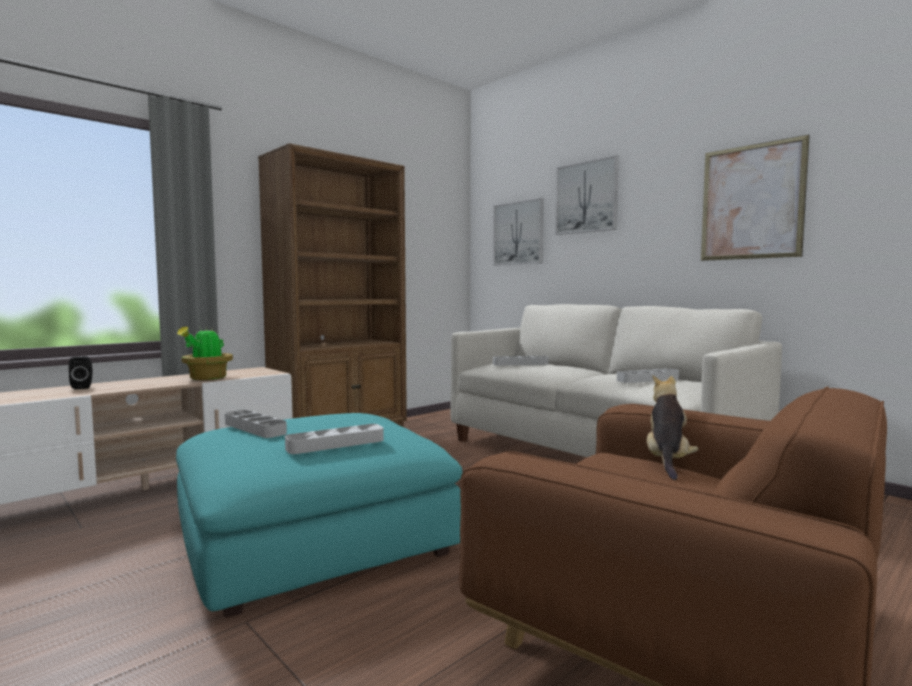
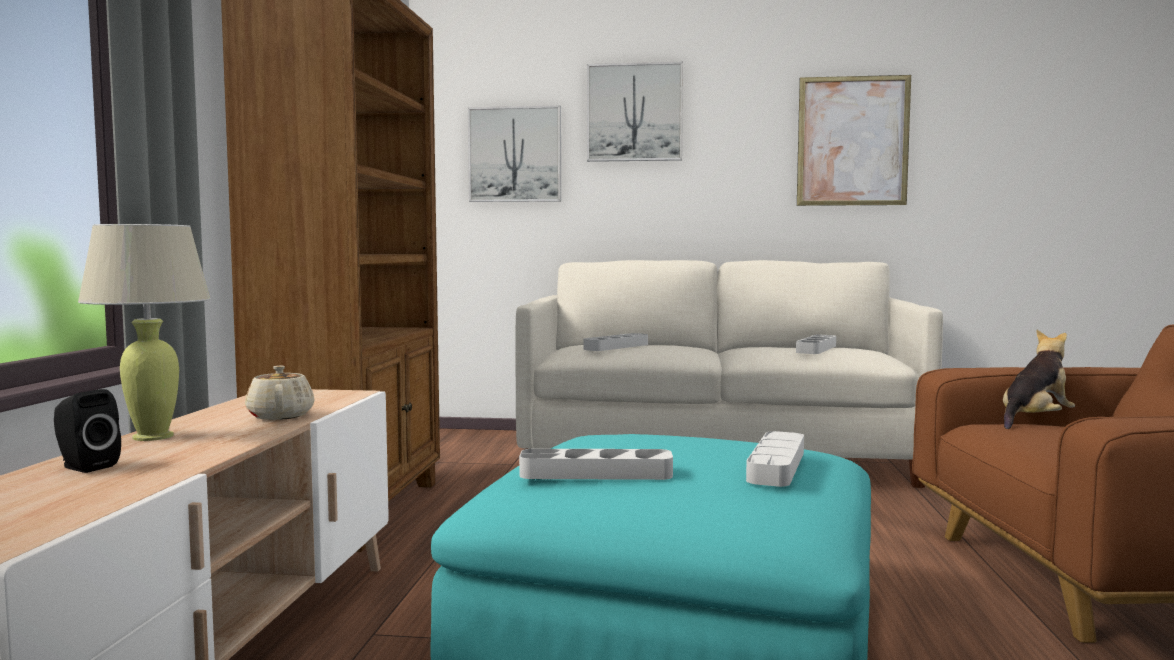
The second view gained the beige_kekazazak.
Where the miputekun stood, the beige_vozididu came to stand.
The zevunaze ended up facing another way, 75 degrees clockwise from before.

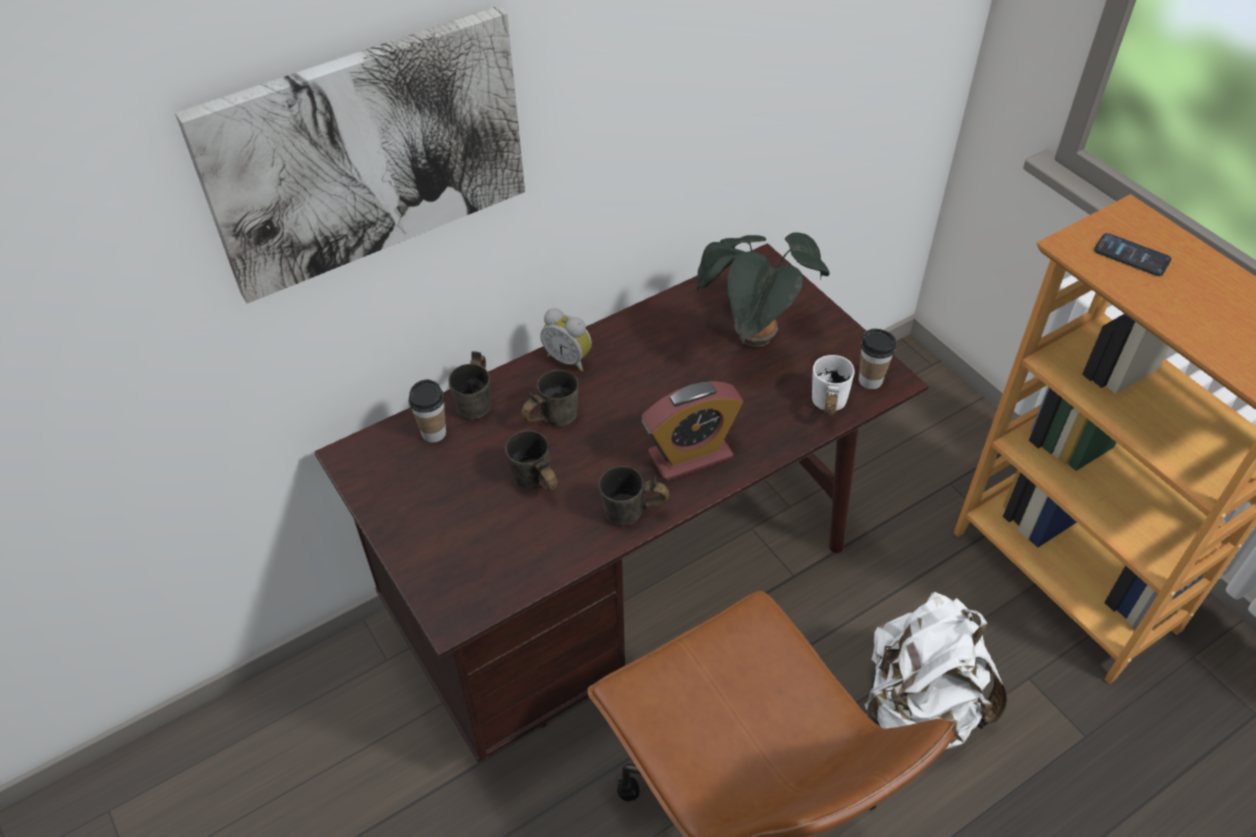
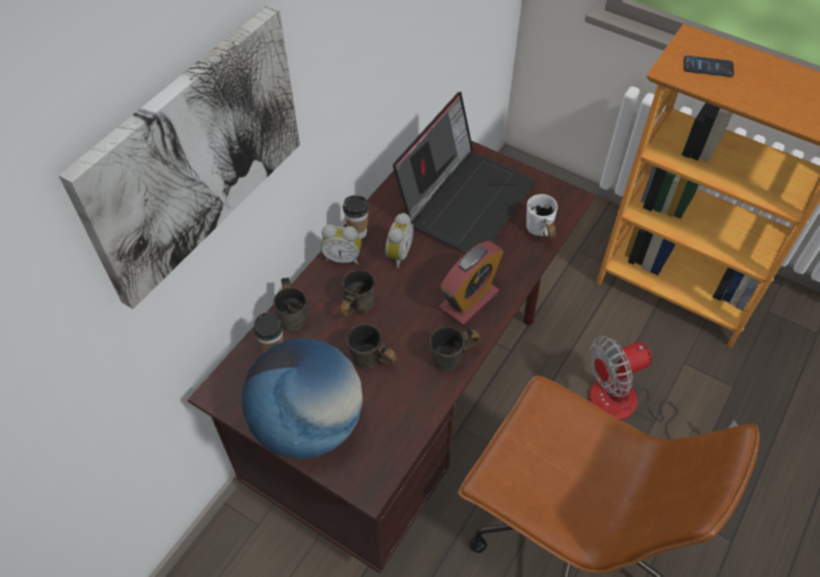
The second view gained the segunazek.
The second view gained the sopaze (2nd from left).
The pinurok (2nd from left) ended up elsewhere.
Where the miputekun stood, the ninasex came to stand.
Where the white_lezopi stood, the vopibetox came to stand.

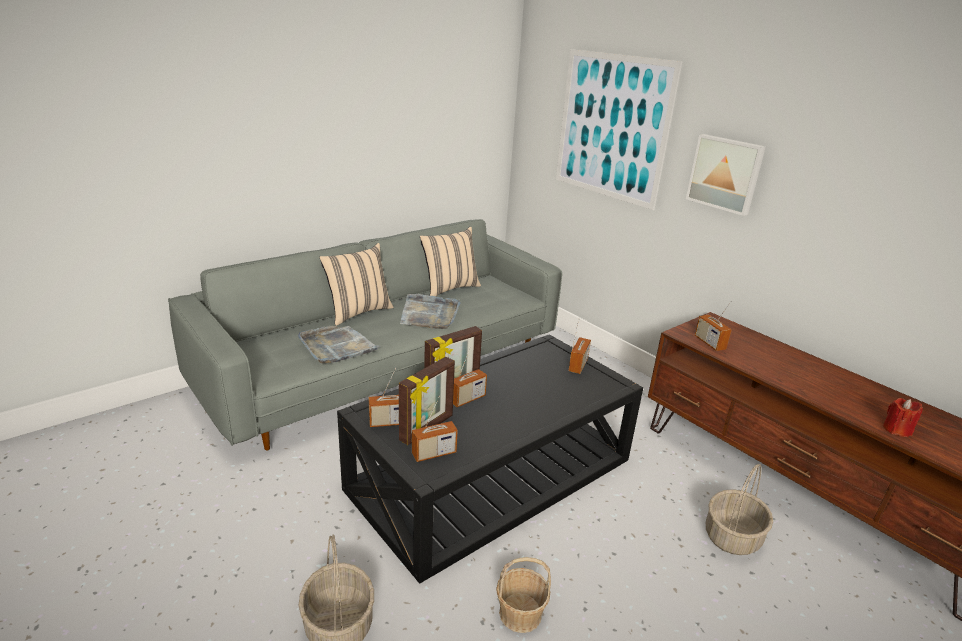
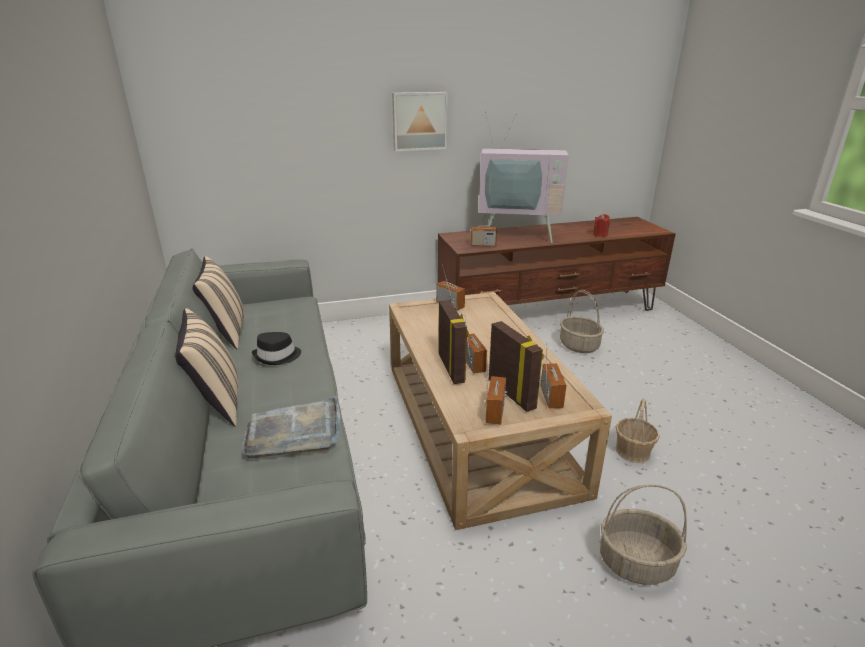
The second view lost the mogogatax (1st from left).
The second view gained the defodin.
Where the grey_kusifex (2nd from left) stood, the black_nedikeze came to stand.
What was the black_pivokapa turned into the beige_pivokapa.

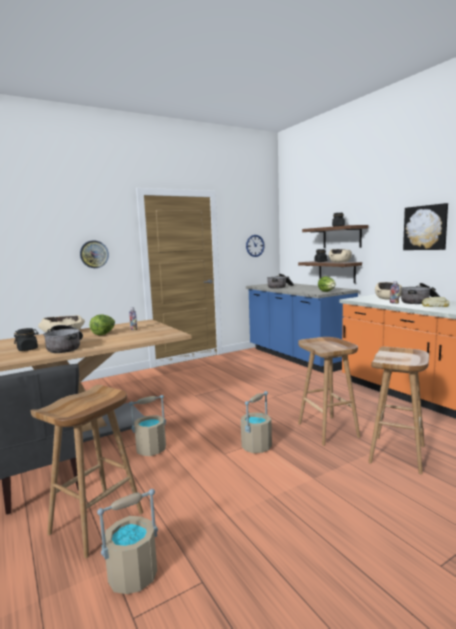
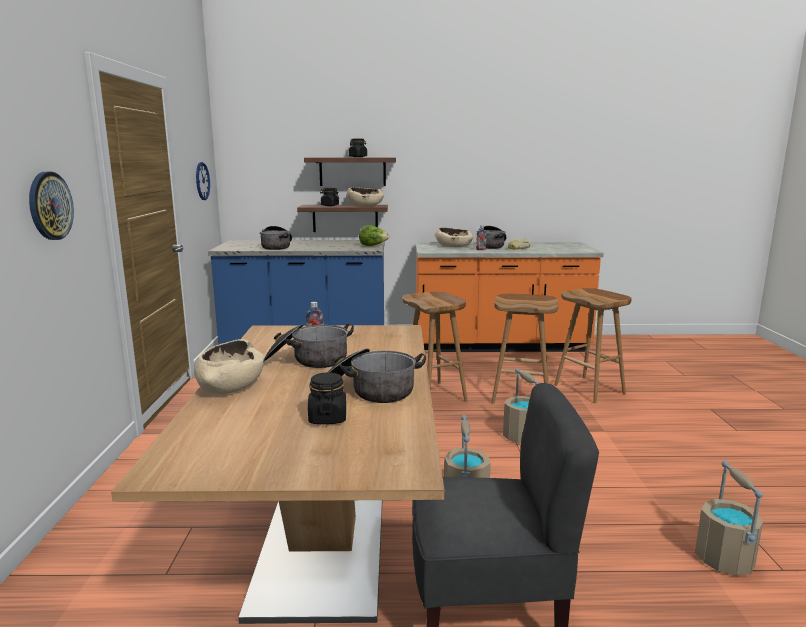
The second view lost the mogogatax.
The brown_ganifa (1st from left) ended up elsewhere.
Where the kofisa (1st from left) stood, the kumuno (2nd from left) came to stand.

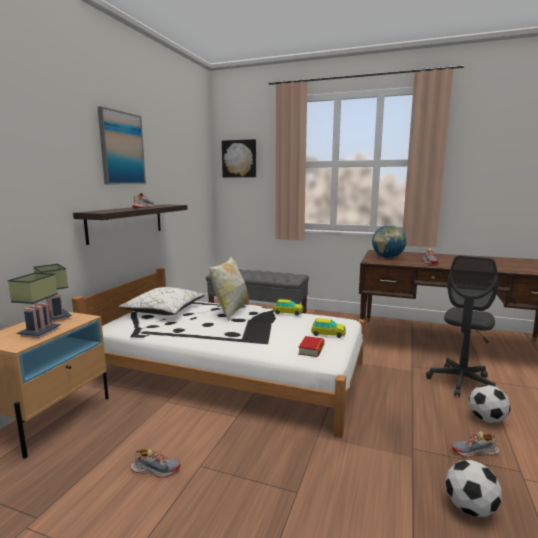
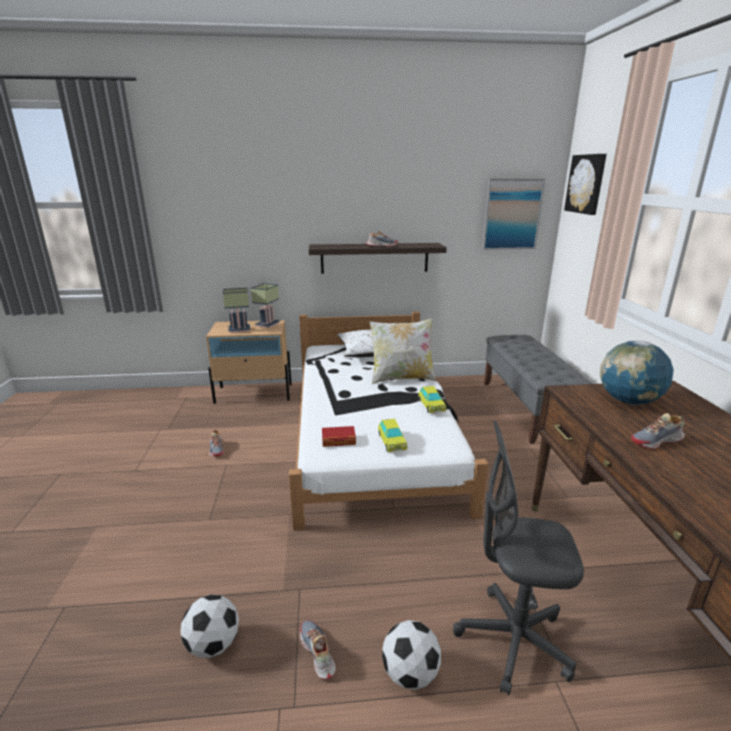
The mogogatax (1st from left) ended up elsewhere.

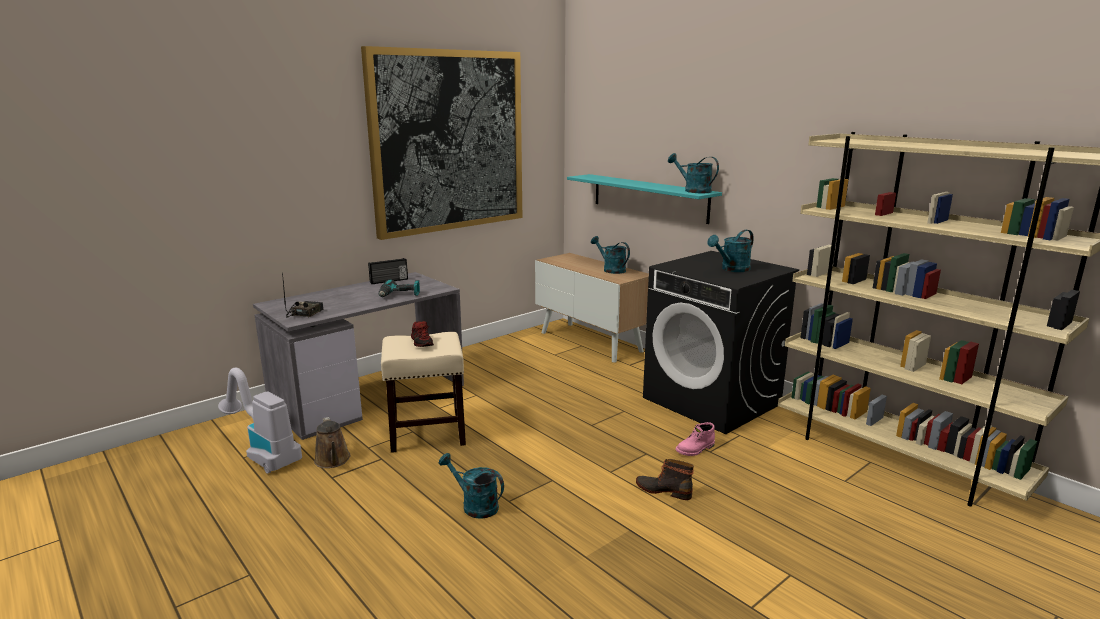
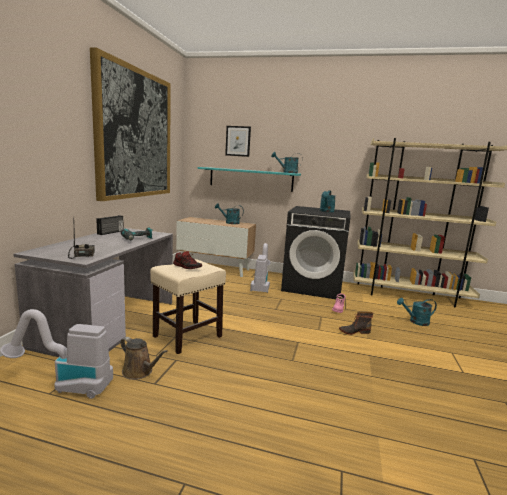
The second view gained the mogogatax (2nd from left).
The second view gained the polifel (2nd from left).
The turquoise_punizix (1st from left in the first image) ended up elsewhere.

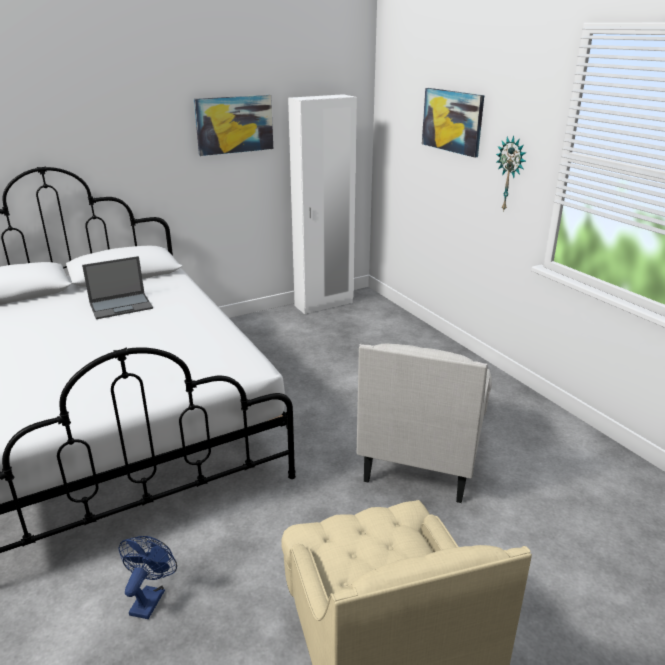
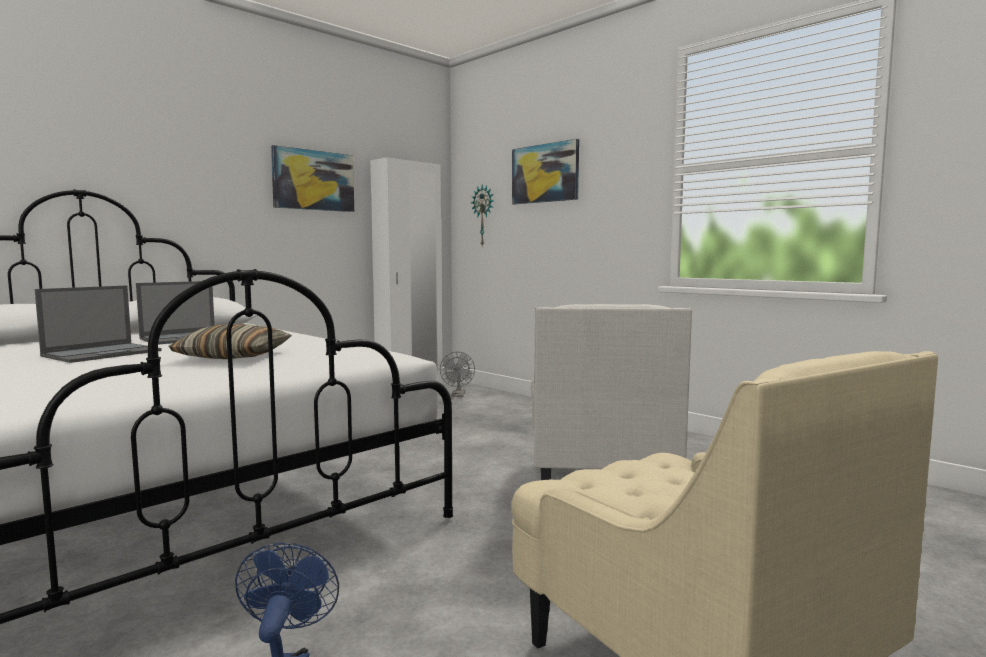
The second view gained the ninasex (1st from left).
The second view gained the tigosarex.
The second view gained the grey_vopibetox.
The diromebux ended up elsewhere.

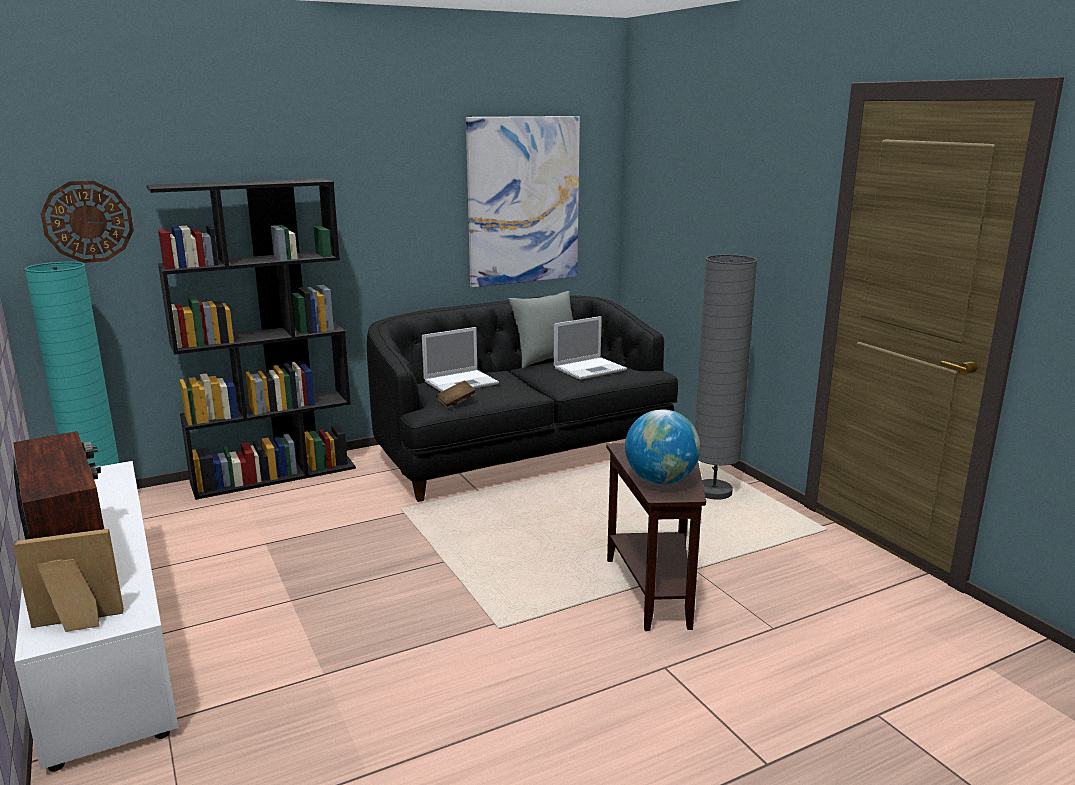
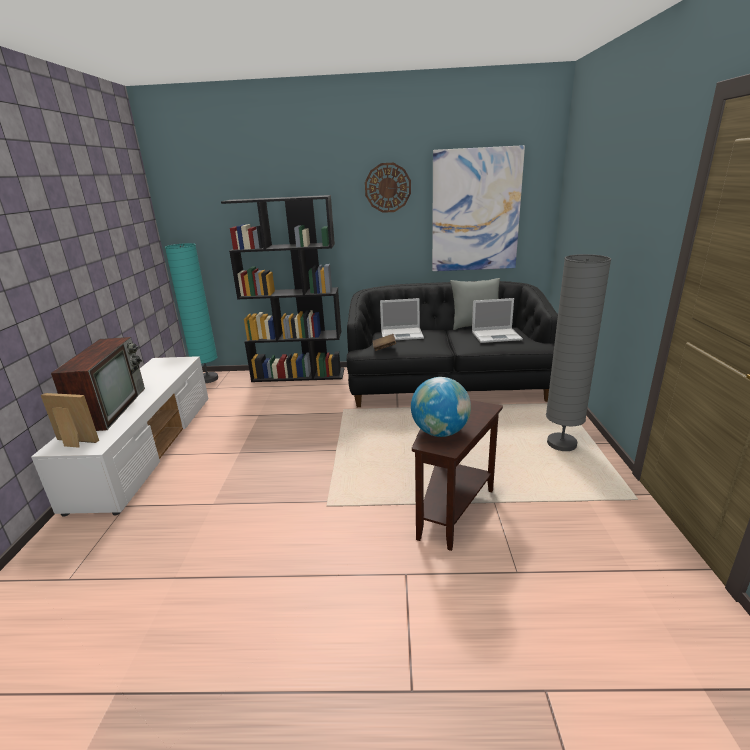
The diromebux ended up elsewhere.

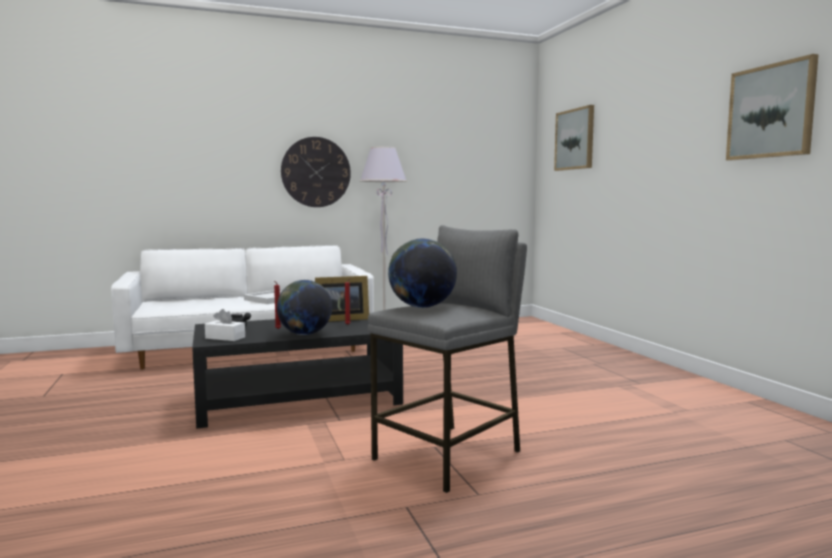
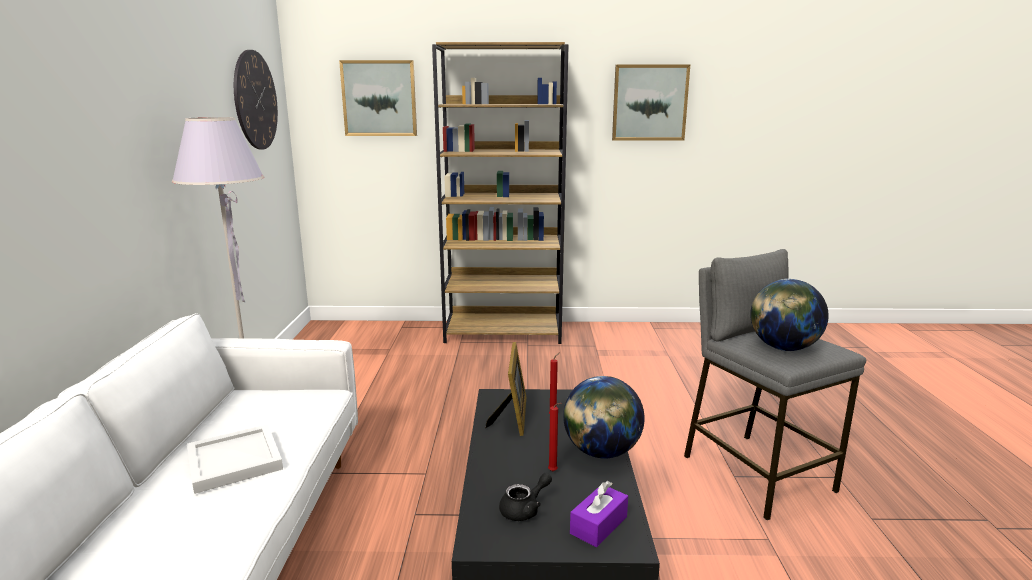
The second view gained the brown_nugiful.
The diromebux ended up elsewhere.
What was the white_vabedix turned into the purple_vabedix.

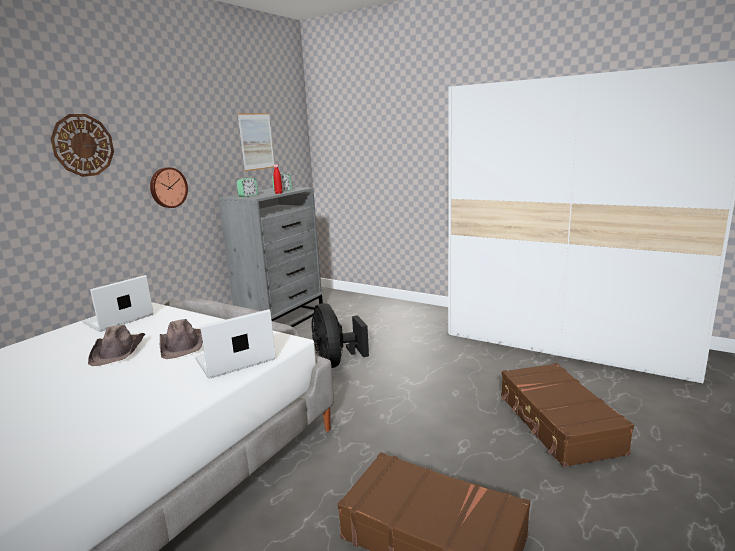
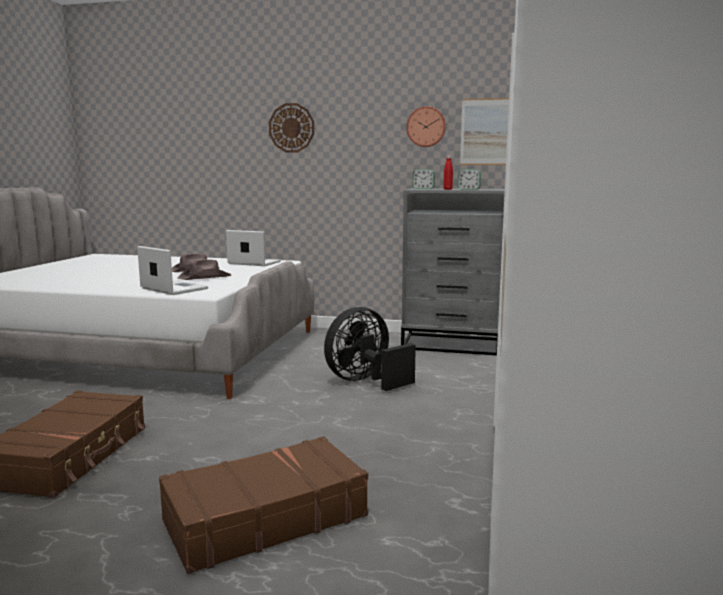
The diromebux (2nd from left) ended up elsewhere.

